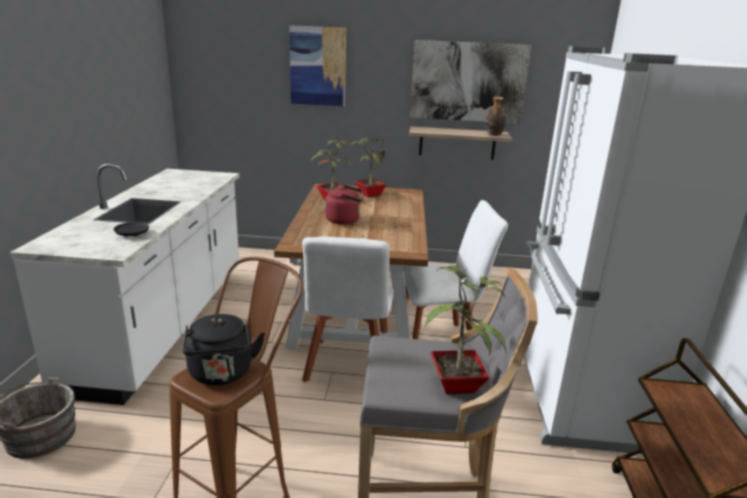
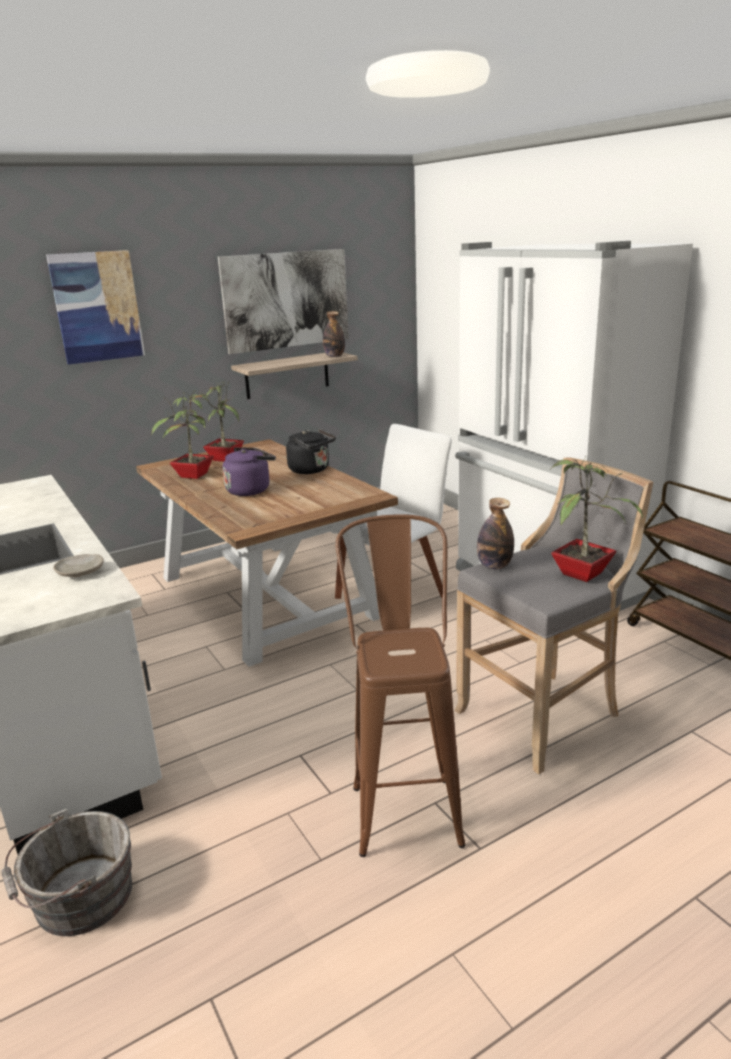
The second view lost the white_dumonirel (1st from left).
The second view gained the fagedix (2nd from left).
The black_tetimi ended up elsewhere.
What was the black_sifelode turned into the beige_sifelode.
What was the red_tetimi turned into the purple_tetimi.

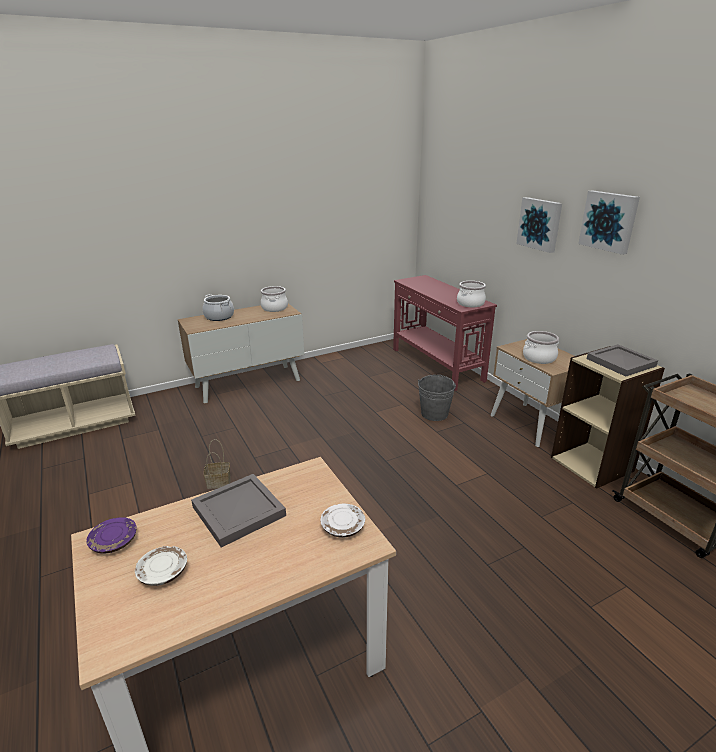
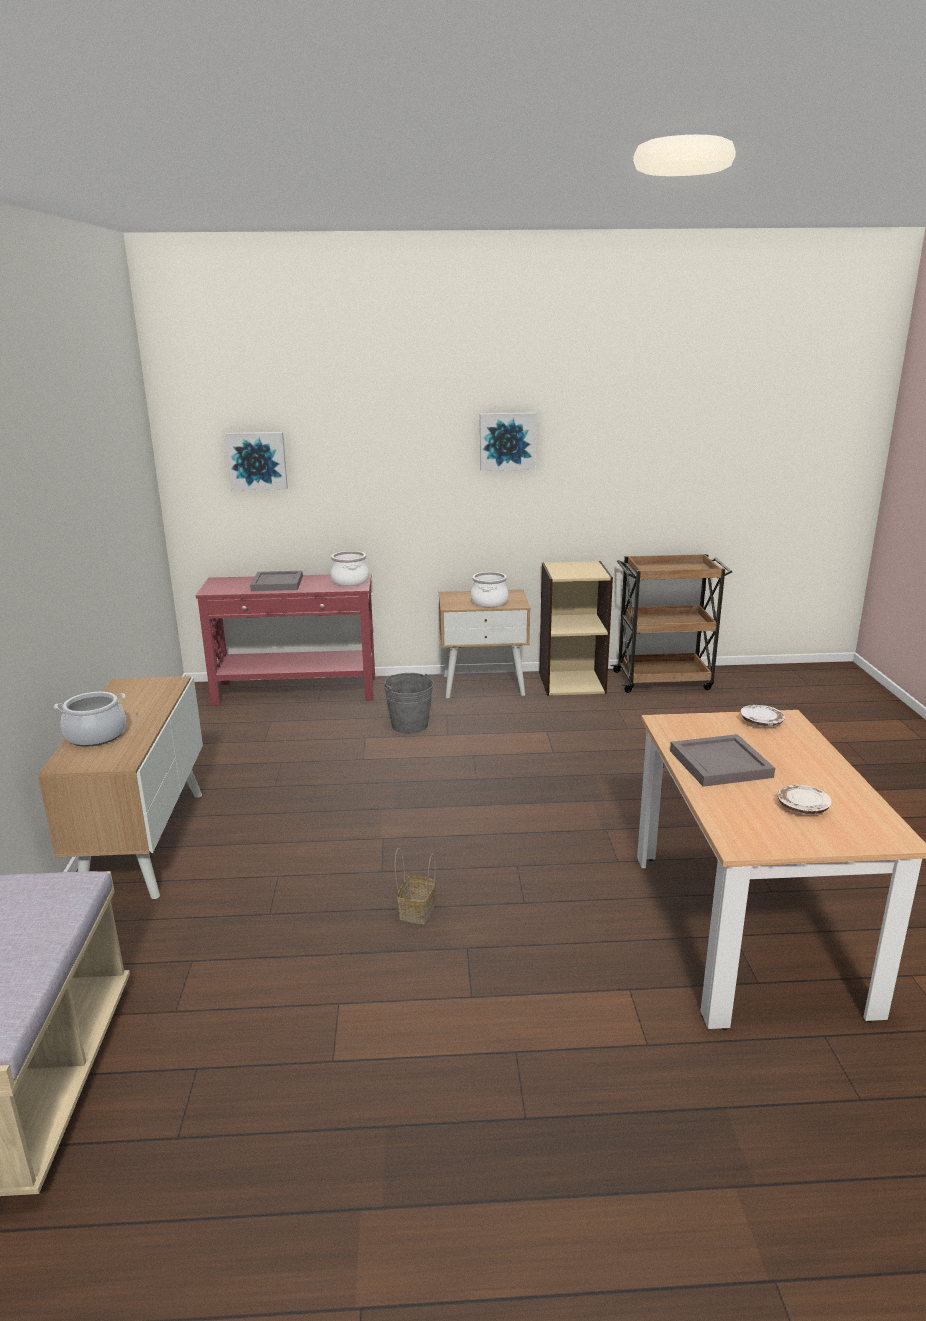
The second view lost the purple_sifelode.
The second view lost the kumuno (2nd from left).
The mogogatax (1st from left) ended up elsewhere.
The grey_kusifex (2nd from left in the first image) ended up elsewhere.

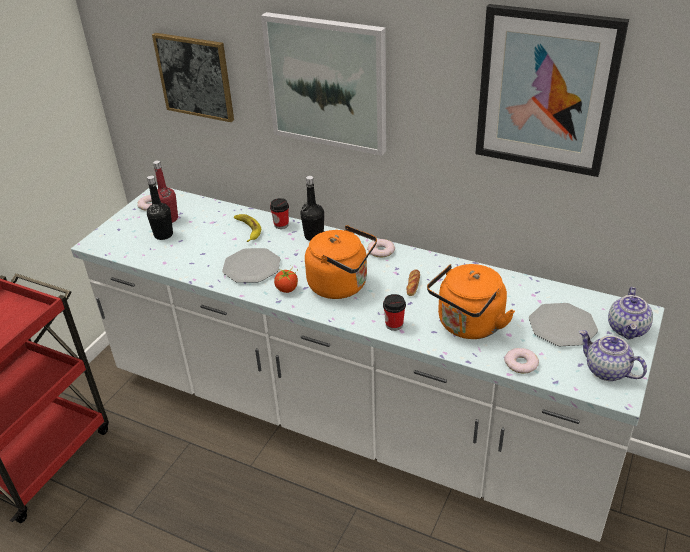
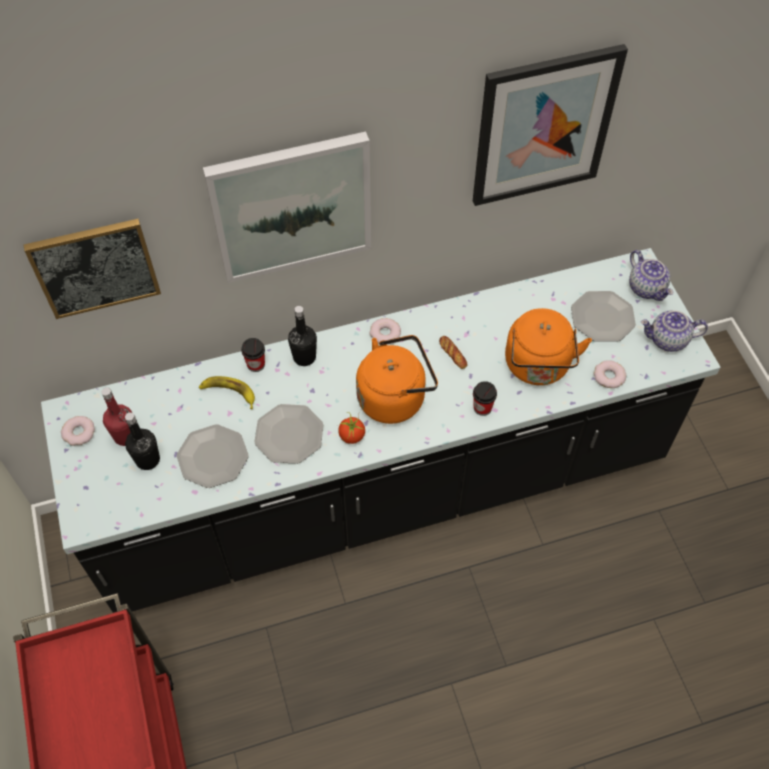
The second view gained the sifelode (1st from left).
What was the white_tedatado turned into the black_tedatado.

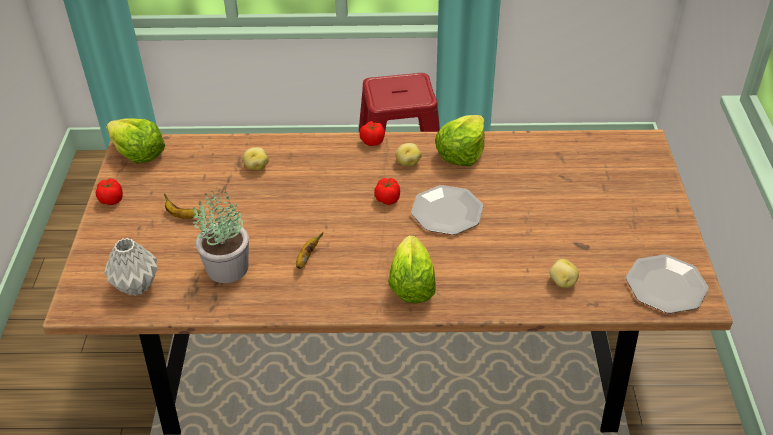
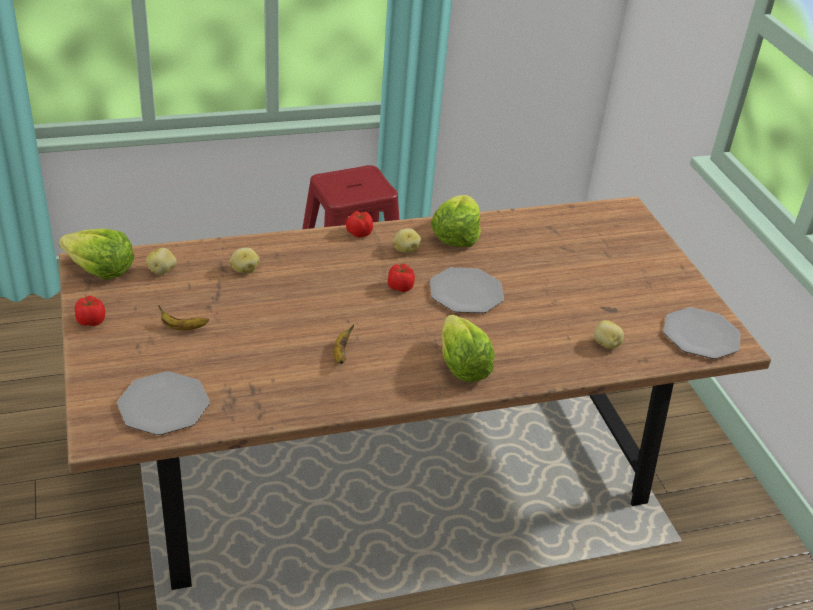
The second view lost the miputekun.
The second view gained the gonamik (1st from left).
Where the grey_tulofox stood, the sifelode (1st from left) came to stand.

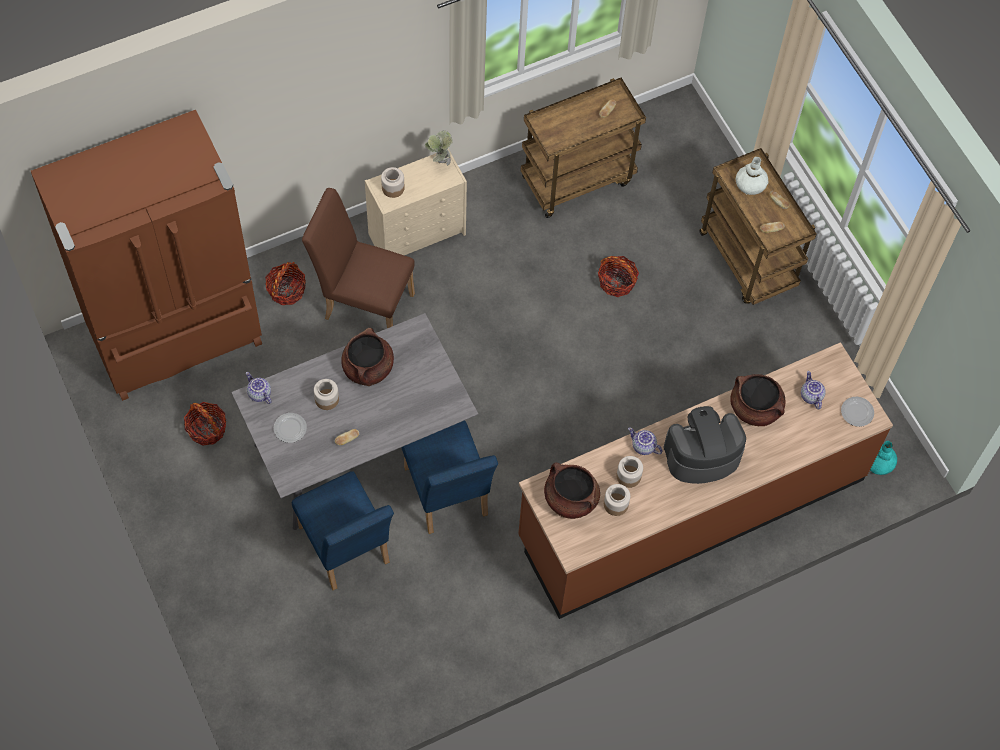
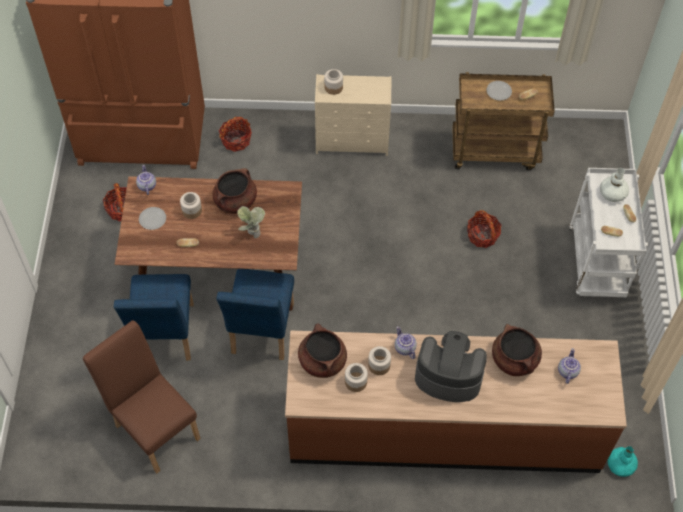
The brown_dumonirel ended up elsewhere.
The miputekun ended up elsewhere.
The sifelode (2nd from left) ended up elsewhere.
What was the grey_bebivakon turned into the brown_bebivakon.
What was the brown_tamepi (2nd from left) turned into the white_tamepi.

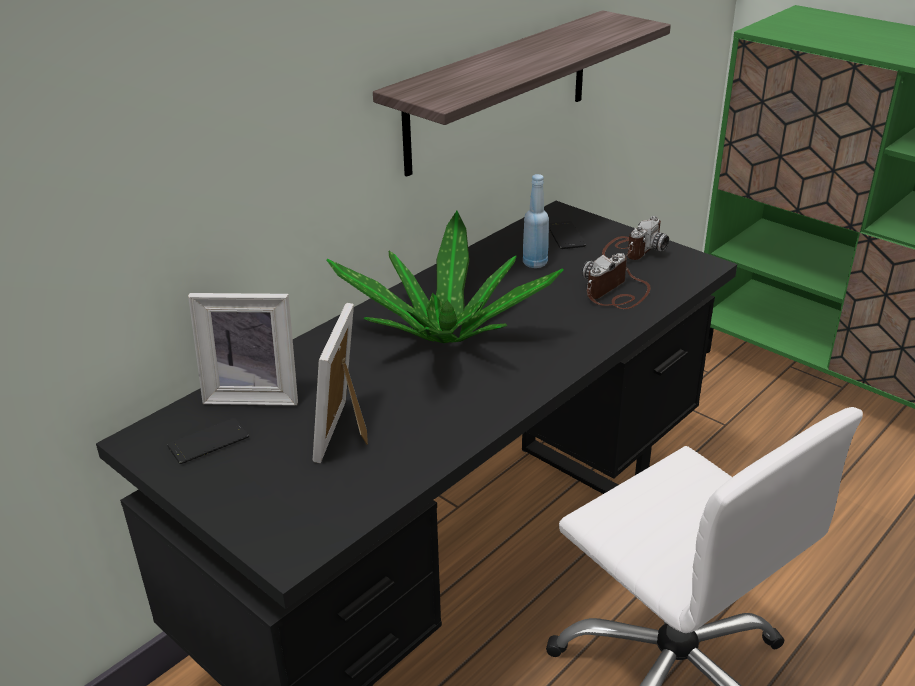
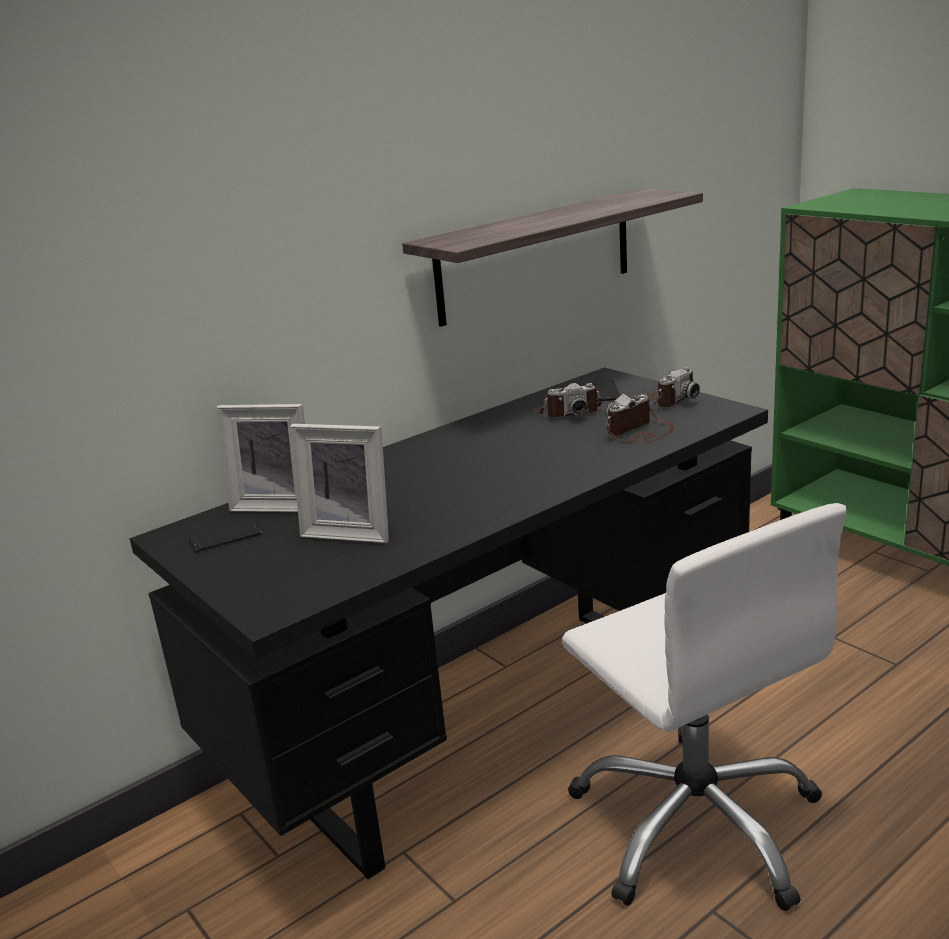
The second view lost the miputekun.
Where the blue_fagedix stood, the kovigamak (1st from left) came to stand.
The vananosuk (2nd from left) ended up facing another way, 90 degrees counterclockwise from before.

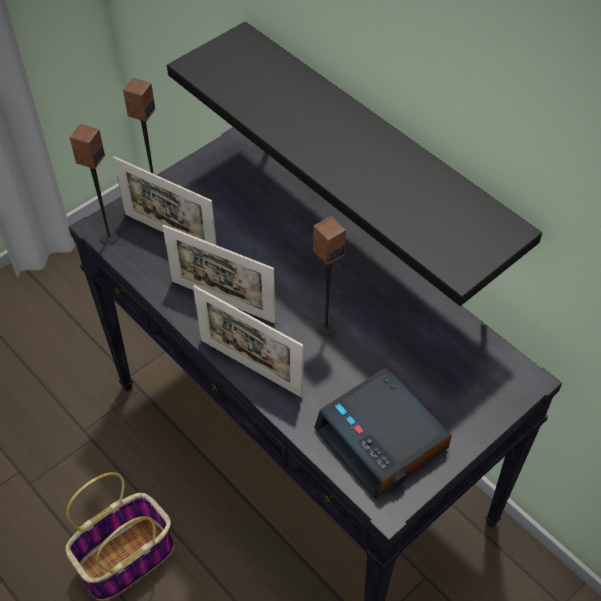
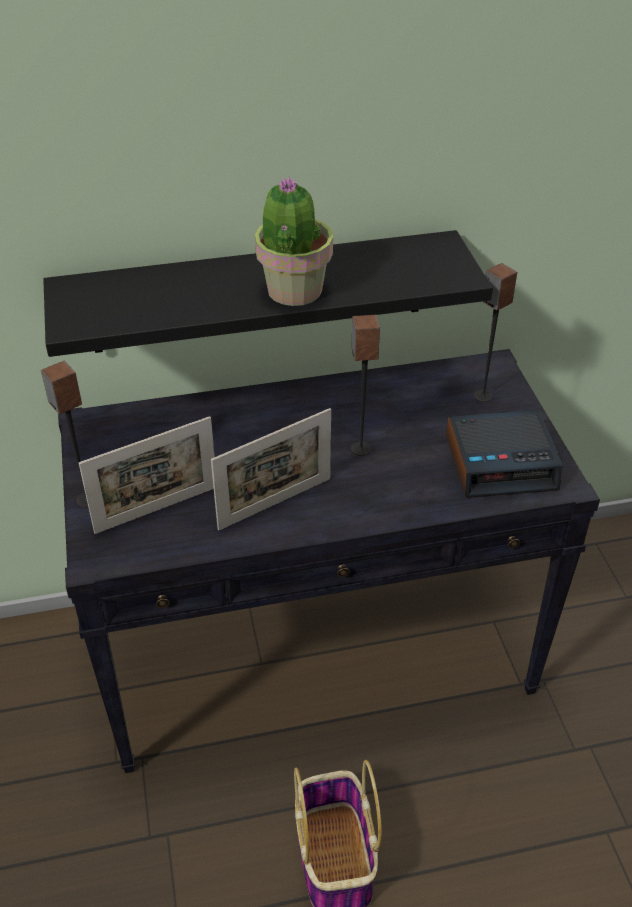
The second view lost the vananosuk (3rd from left).
The second view gained the miputekun.
The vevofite (1st from left in the first image) ended up elsewhere.

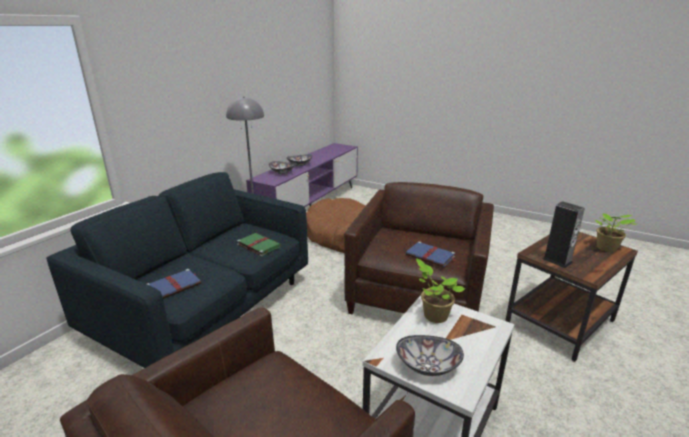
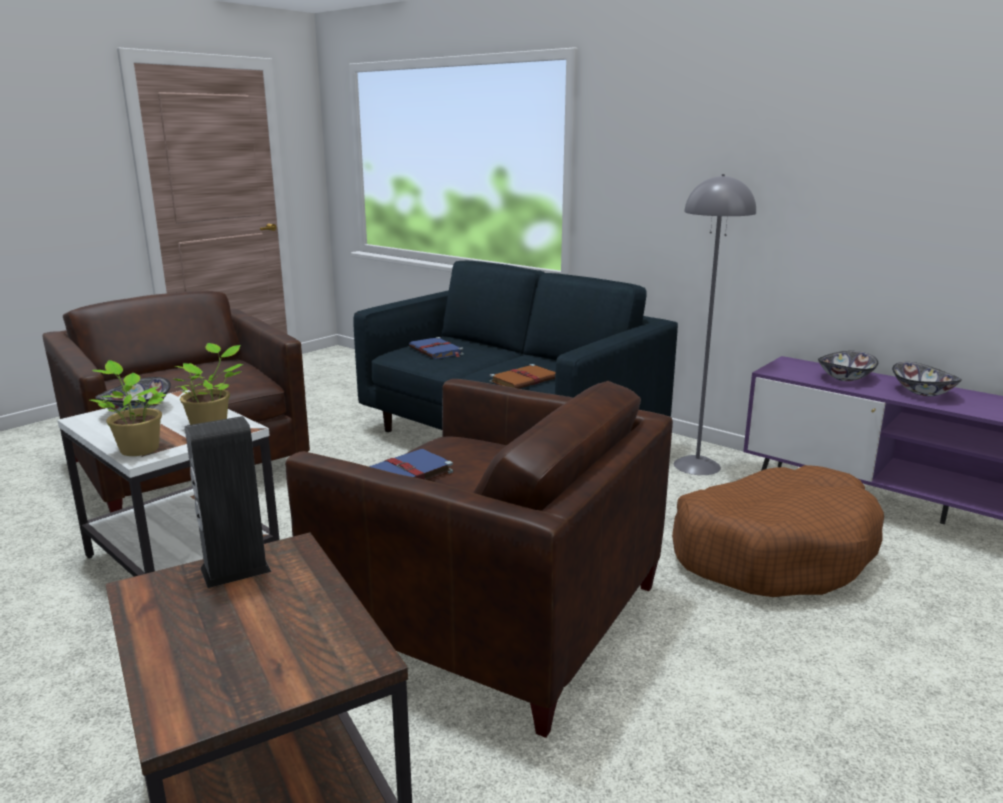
The miputekun (2nd from left in the first image) ended up elsewhere.
What was the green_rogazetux turned into the brown_rogazetux.

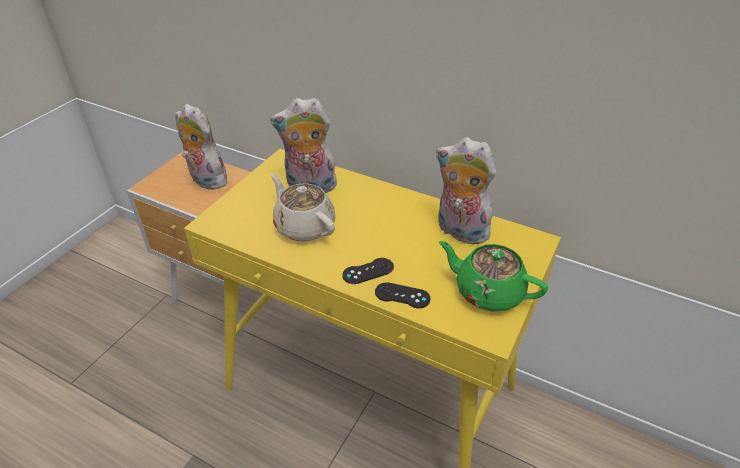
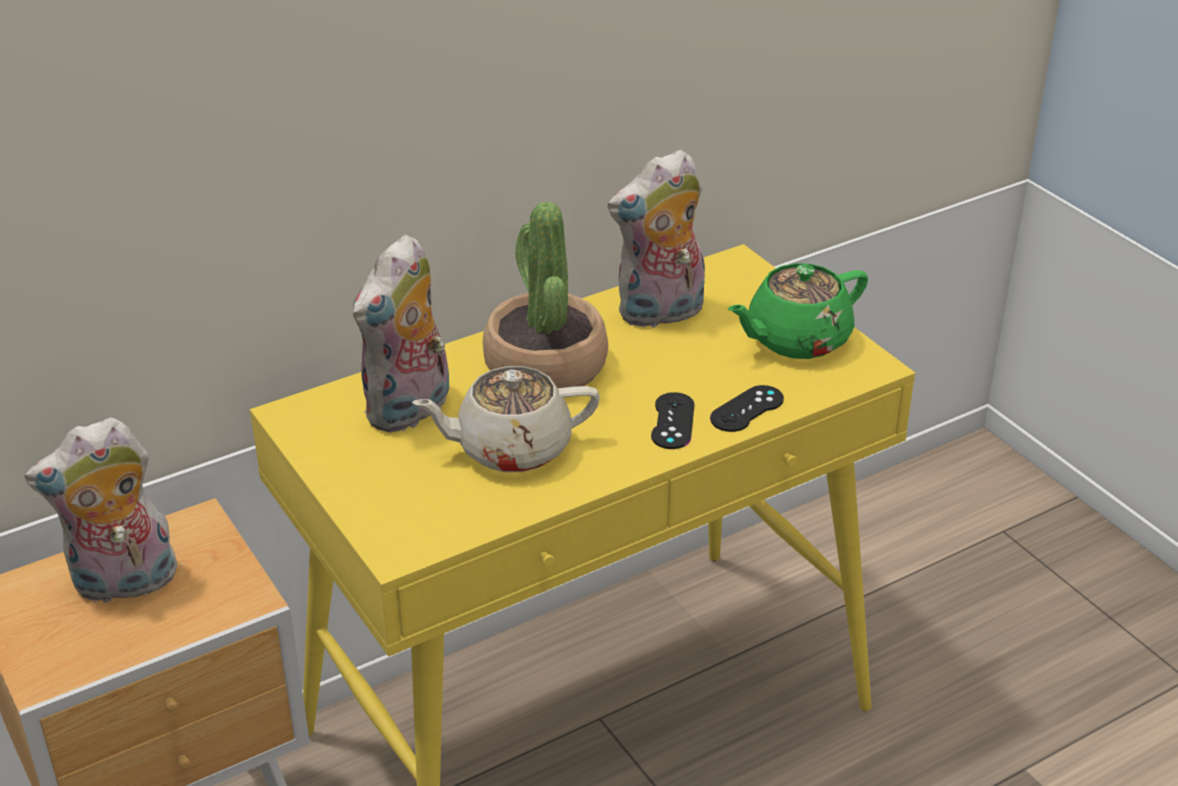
The second view gained the miputekun.

